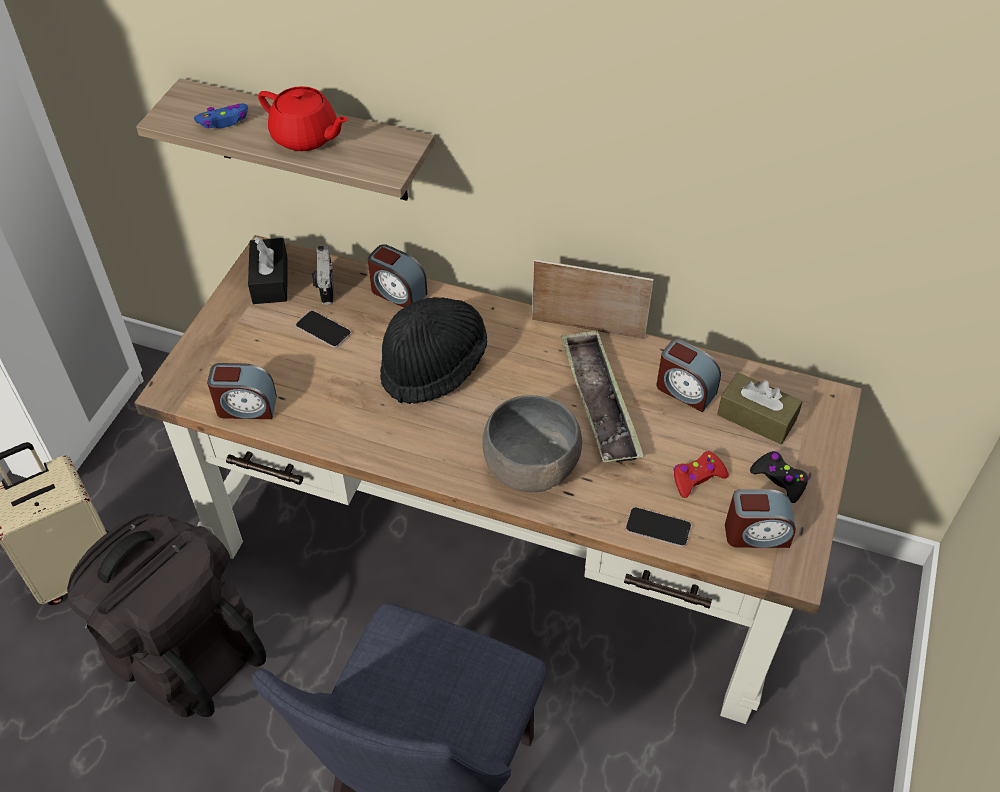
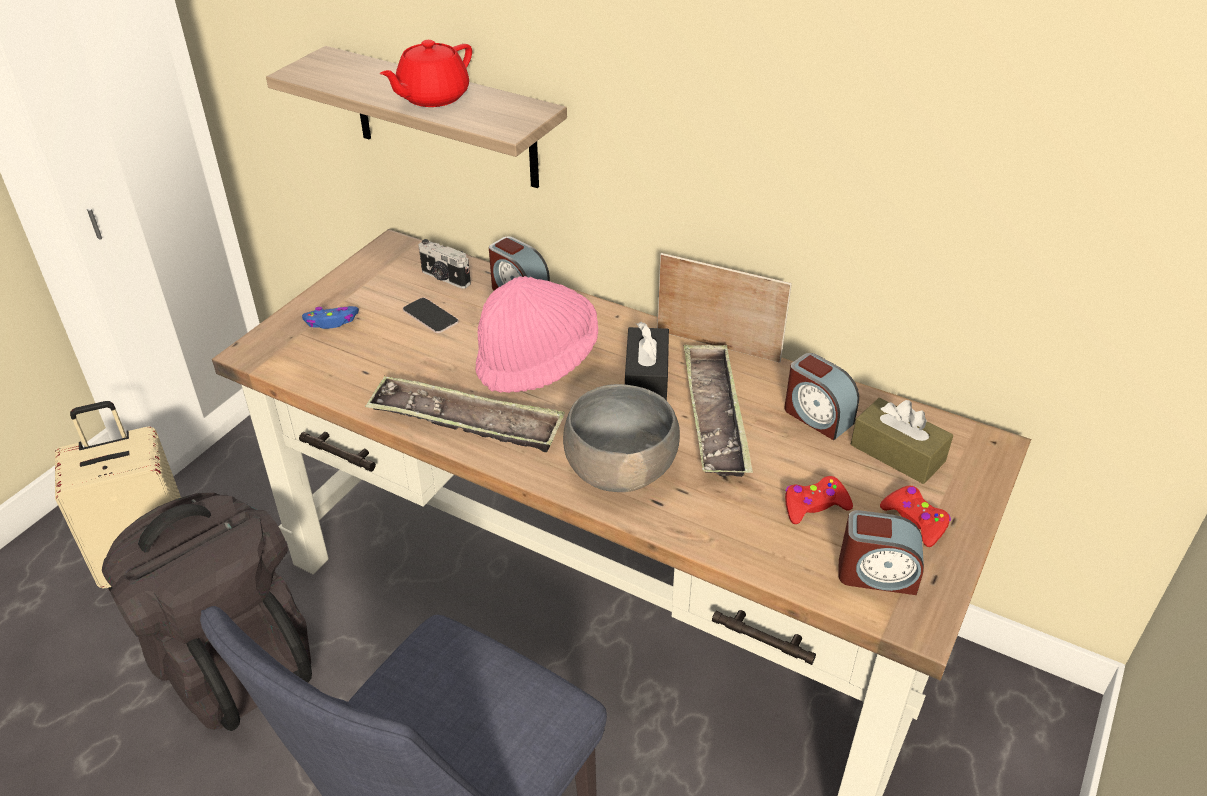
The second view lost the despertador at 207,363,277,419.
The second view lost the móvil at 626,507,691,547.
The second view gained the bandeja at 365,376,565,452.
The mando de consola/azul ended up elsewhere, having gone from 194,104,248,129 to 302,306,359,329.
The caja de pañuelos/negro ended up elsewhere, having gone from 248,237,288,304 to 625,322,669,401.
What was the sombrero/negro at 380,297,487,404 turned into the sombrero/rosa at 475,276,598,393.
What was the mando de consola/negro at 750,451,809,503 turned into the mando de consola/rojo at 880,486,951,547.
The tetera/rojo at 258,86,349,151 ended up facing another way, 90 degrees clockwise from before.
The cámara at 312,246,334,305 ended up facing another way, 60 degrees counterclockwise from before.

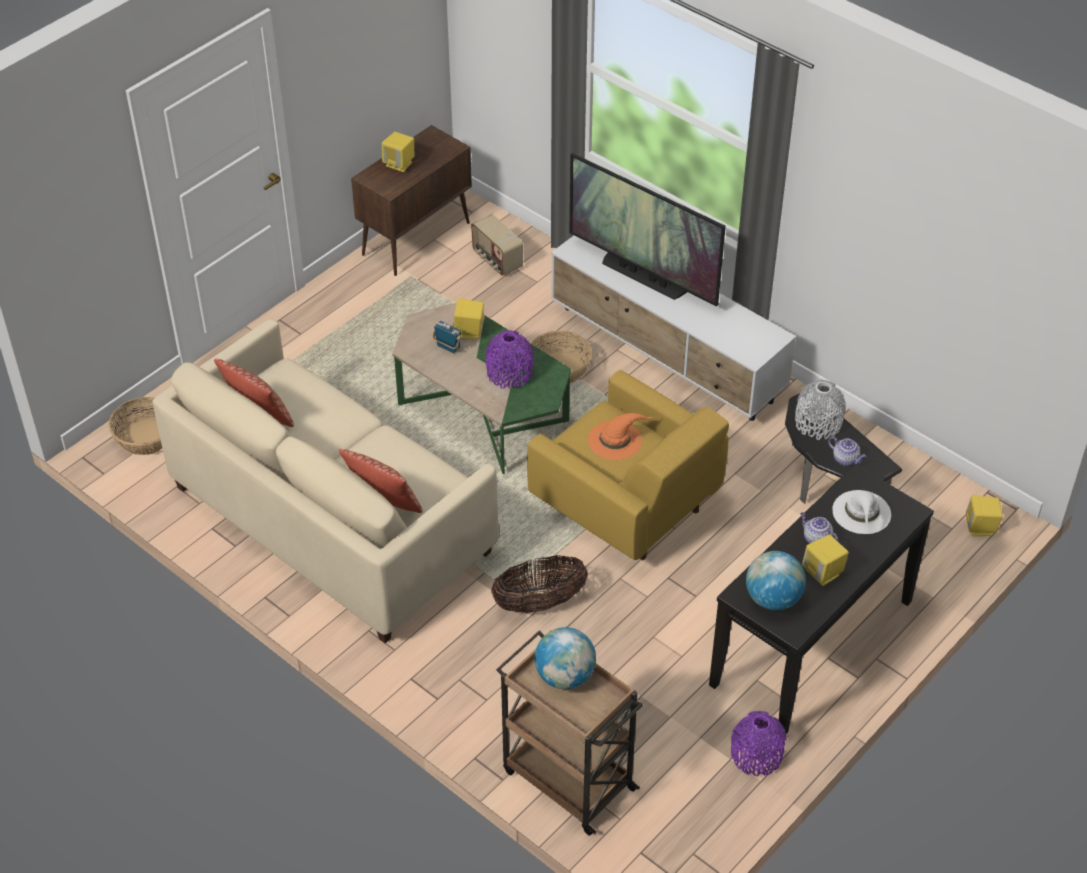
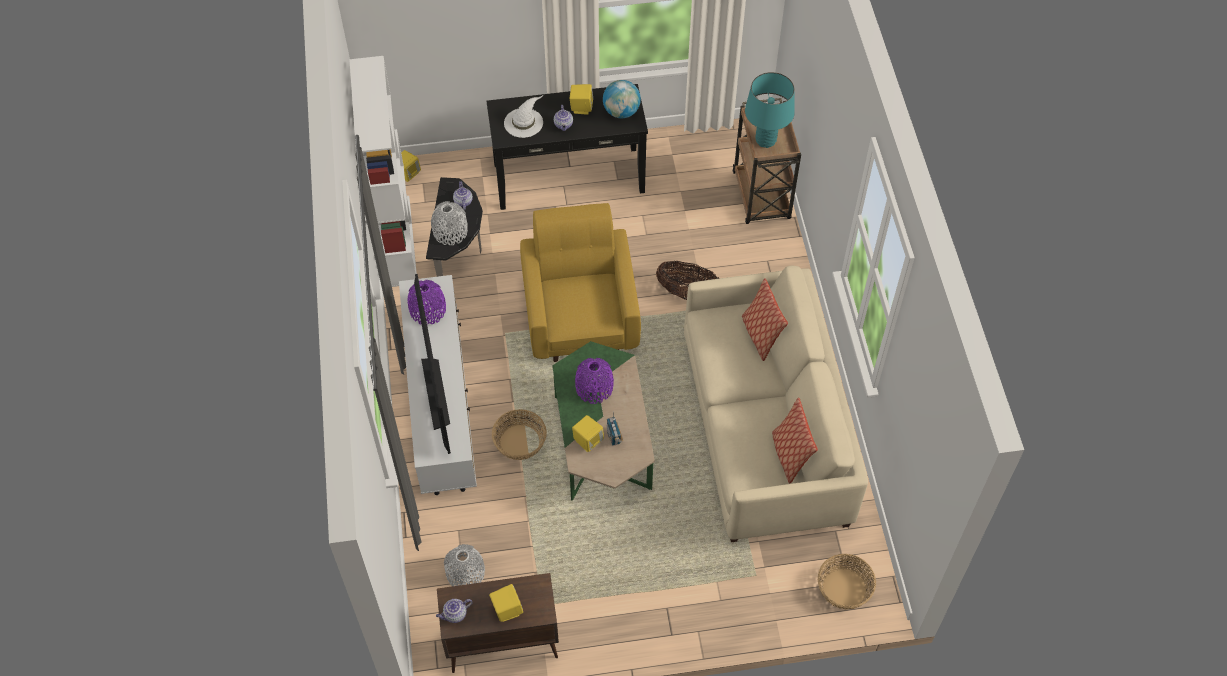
The second view lost the sombrero/naranja at 588,413,653,460.
The second view gained the estantería/blanco at 349,56,417,287.
The second view gained the tetera at 436,599,473,623.
The florero/morado ended up elsewhere, having gone from 731,711,787,776 to 407,280,446,325.
Where the radio stood at 471,214,523,276, the florero/gris came to stand at 444,544,485,586.
Where the globo terráqueo stood at 535,627,596,689, the lámpara de mesa/turquesa came to stand at 745,72,795,148.

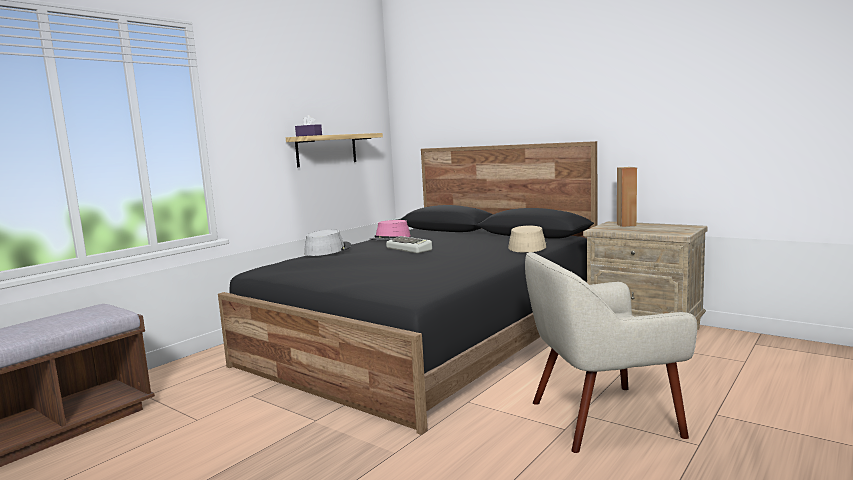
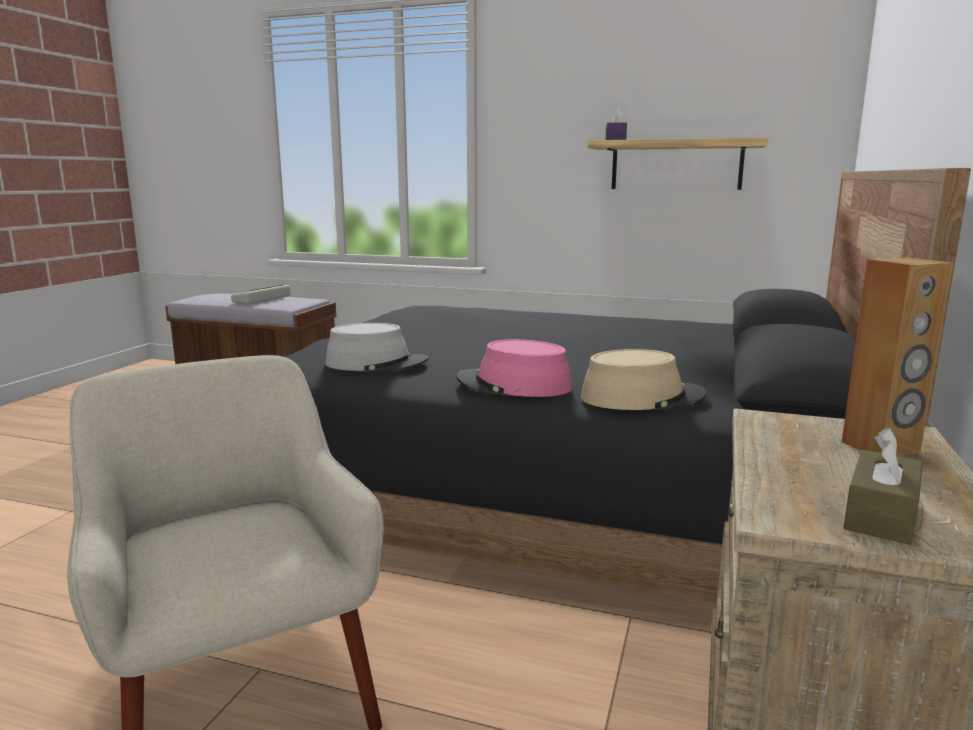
The second view gained the caja de pañuelos/marrón at 844,427,923,545.
The sombrero/gris ended up elsewhere, having gone from 304,230,351,256 to 325,323,429,373.
The sombrero/rosa ended up elsewhere, having gone from 370,220,410,241 to 456,339,573,397.
The teclado ended up elsewhere, having gone from 386,236,432,253 to 231,285,290,304.

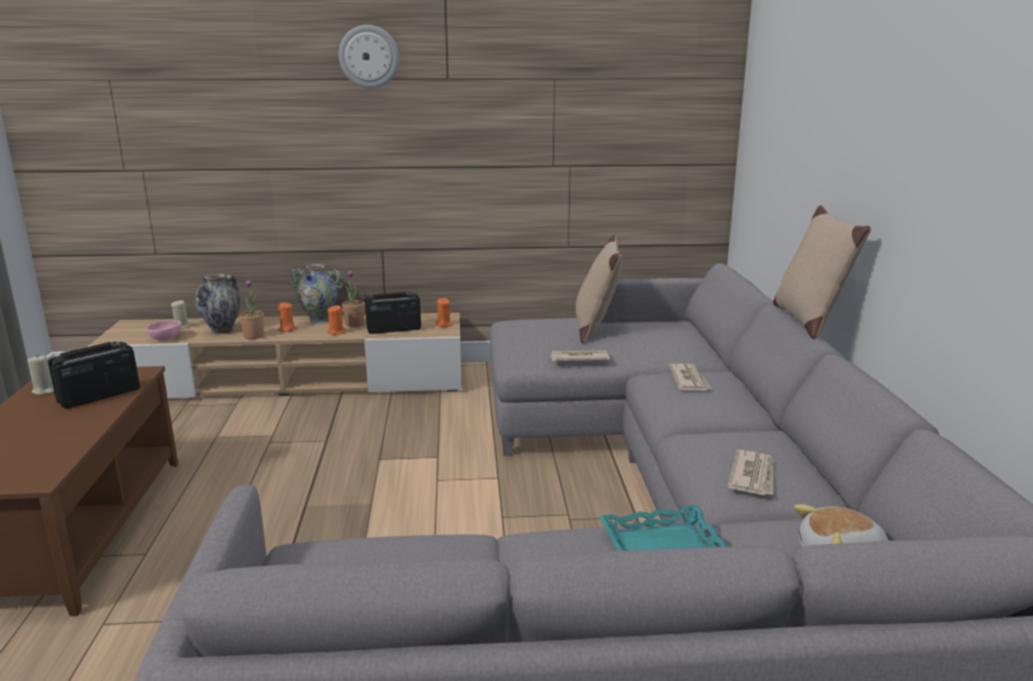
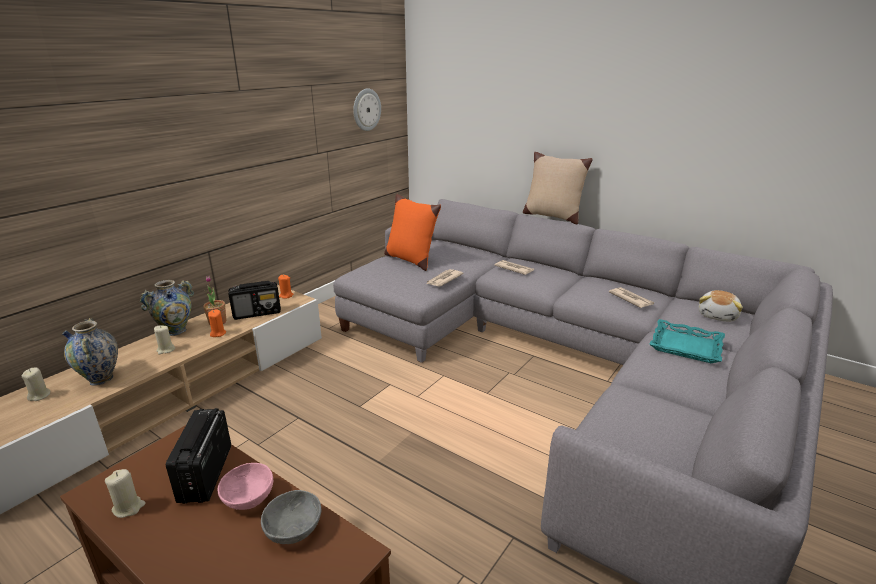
The second view lost the planta en maceta at 239,280,264,339.
The second view gained the cuenco/gris at 261,490,321,544.
The cuenco/rosa ended up elsewhere, having gone from 146,320,182,341 to 218,463,273,510.
The reloj de pared ended up elsewhere, having gone from 339,25,399,88 to 353,88,381,131.
What was the vela/naranja at 277,302,296,332 turned into the vela/beis at 154,325,175,354.
What was the cojín/beis at 576,234,622,343 turned into the cojín/naranja at 384,194,441,271.
The radio at 365,292,421,334 ended up facing another way, 135 degrees counterclockwise from before.

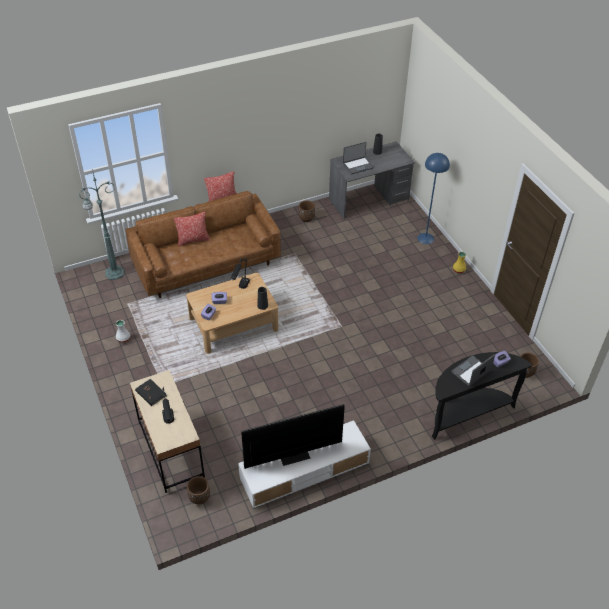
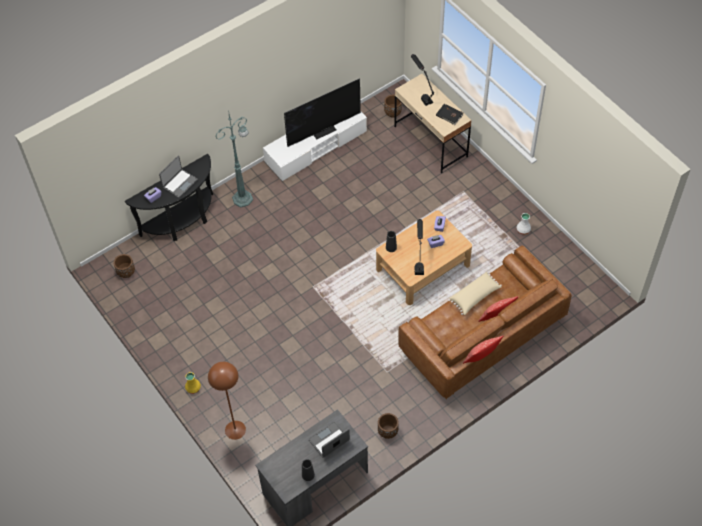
The second view gained the cojín/beis at 448,272,502,315.
The lámpara de pie/verde ended up elsewhere, having gone from 79,169,124,280 to 215,110,253,208.
What was the lámpara de pie/azul at 417,153,450,244 turned into the lámpara de pie/marrón at 208,362,246,440.

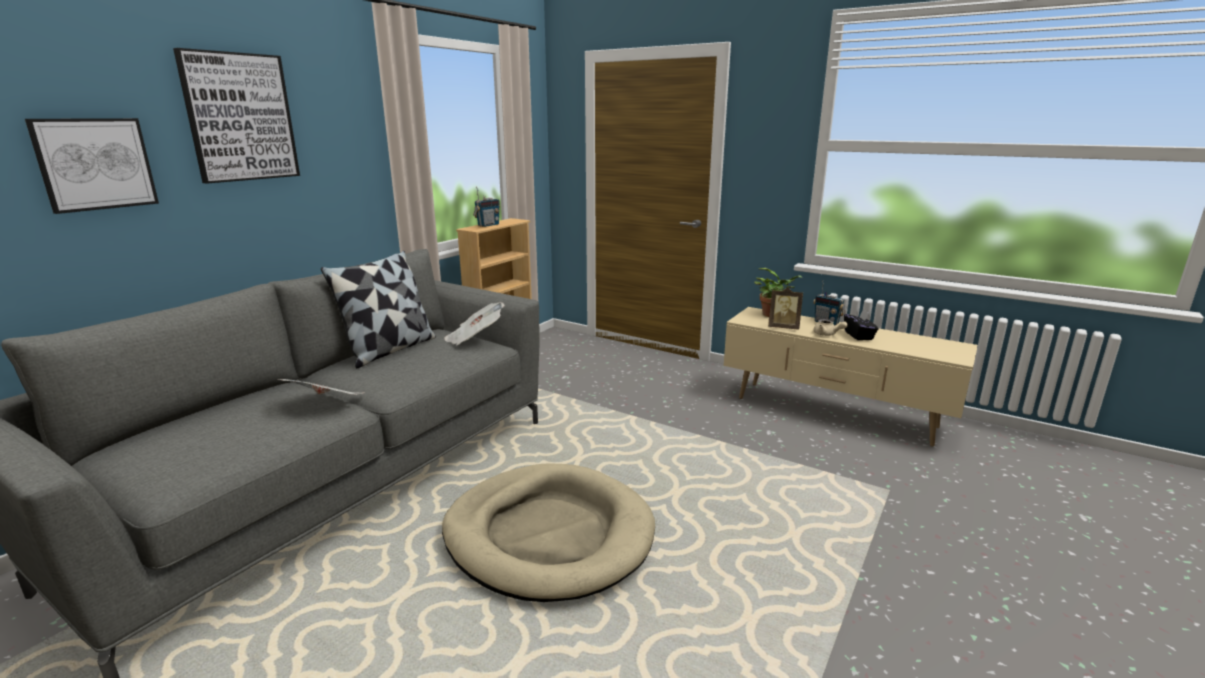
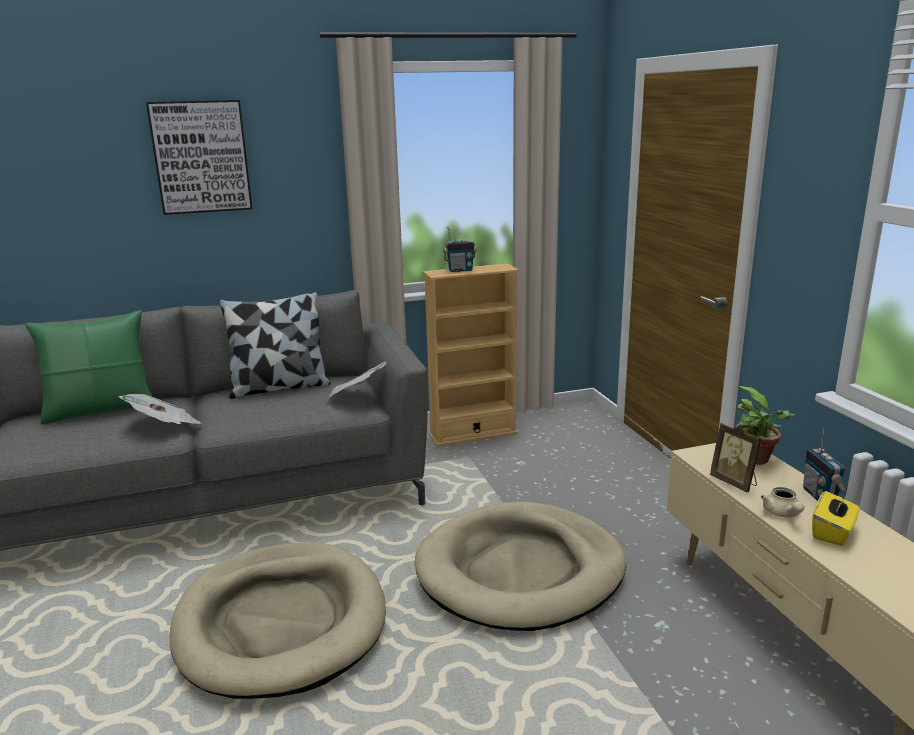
The second view lost the cuadro at 25,118,159,214.
The second view gained the cojín/verde at 25,310,152,424.
The second view gained the cama para perro/beis at 415,502,627,631.
What was the caja de pañuelos/negro at 844,309,878,340 turned into the caja de pañuelos/amarillo at 812,491,860,546.

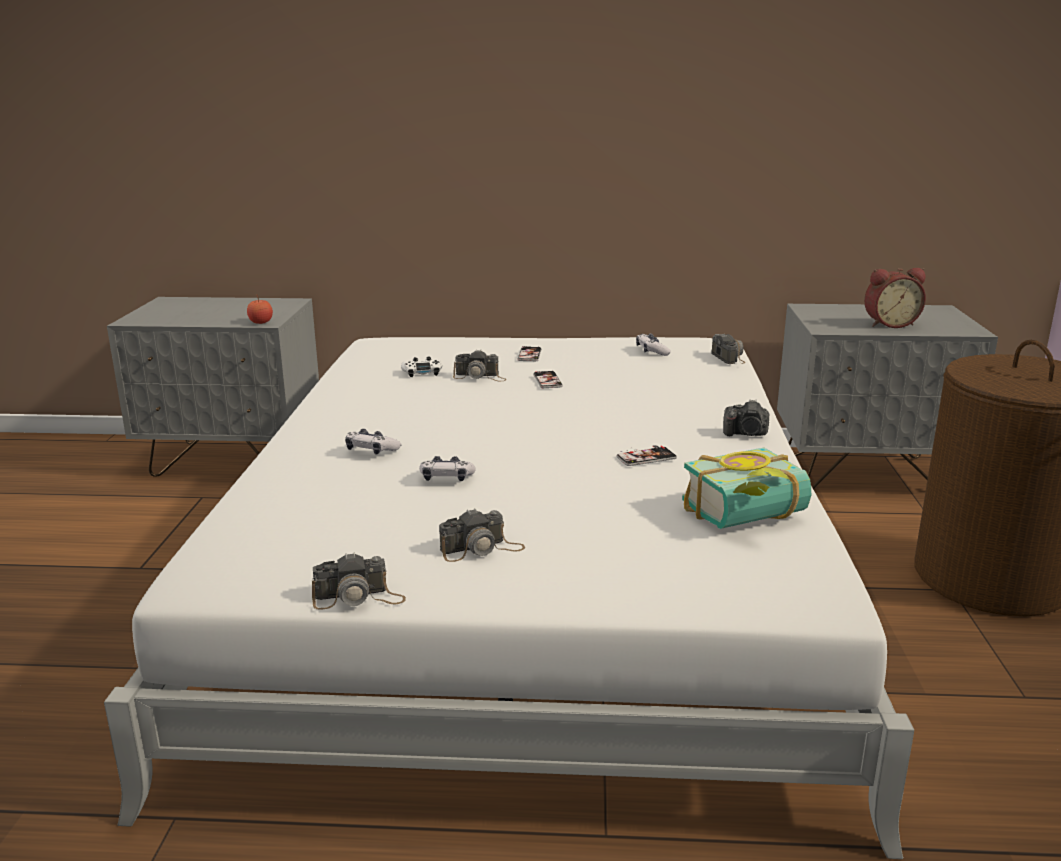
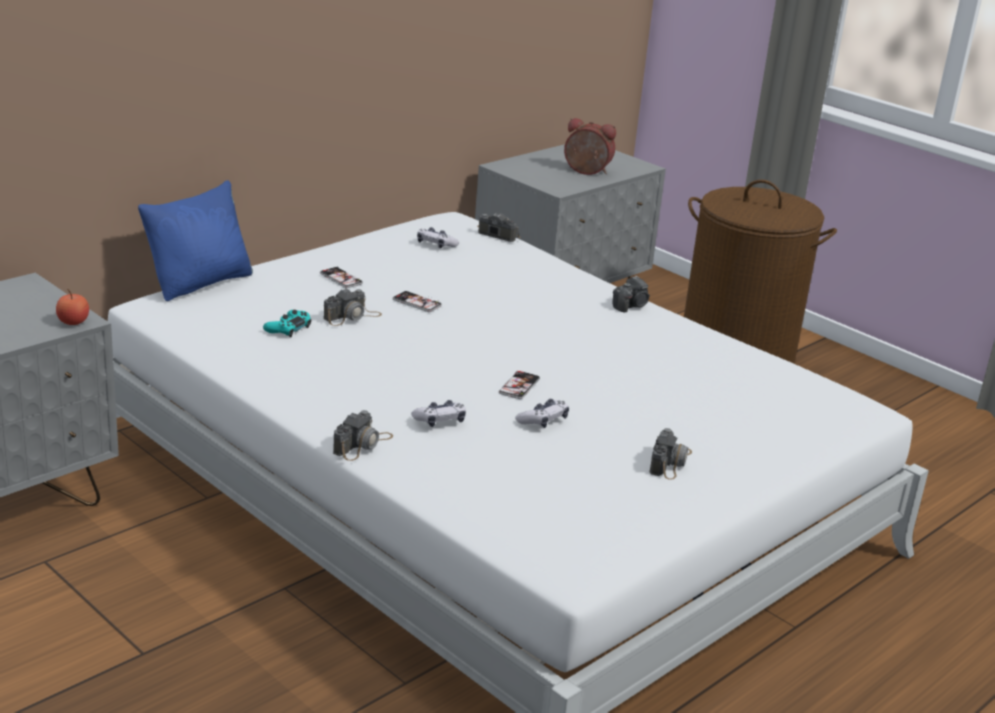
The second view lost the libro at 682,448,811,529.
The second view gained the cojín/azul at 138,180,253,301.
The cámara ended up elsewhere, having gone from 312,552,406,610 to 333,410,393,461.
The móvil ended up elsewhere, having gone from 616,445,677,466 to 499,371,540,399.
What was the mando de consola/blanco at 401,356,443,377 turned into the mando de consola/turquesa at 263,309,311,338.
The despertador at 864,268,926,328 ended up facing another way, 105 degrees counterclockwise from before.

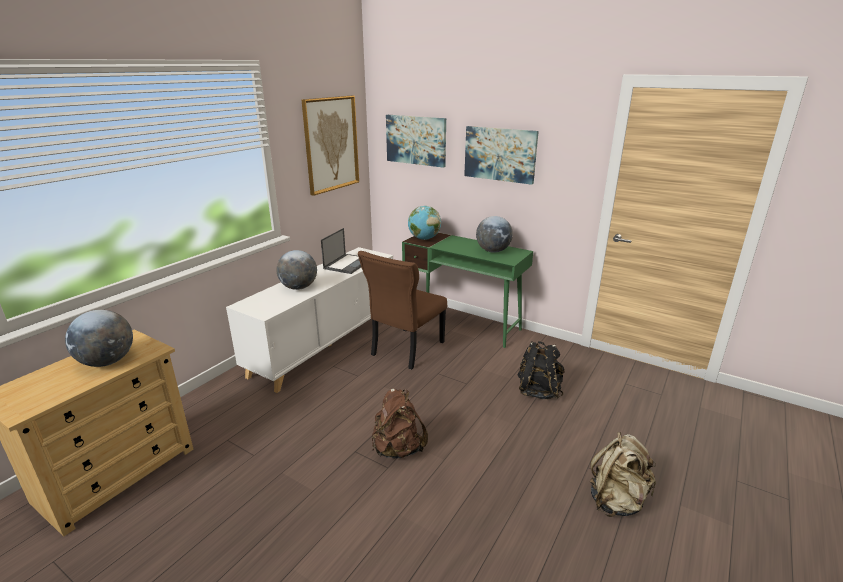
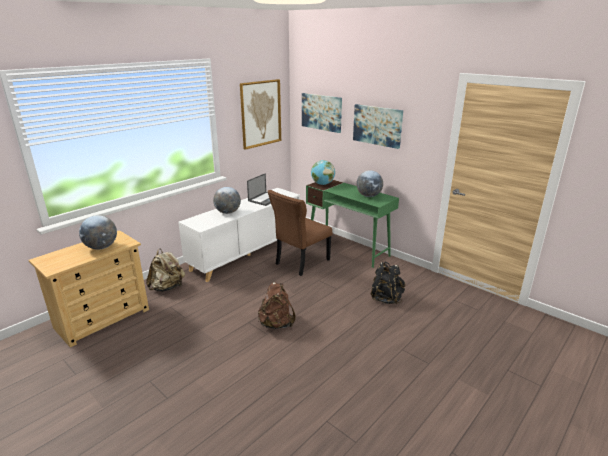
The mochila/beis ended up elsewhere, having gone from 590,432,656,517 to 146,248,185,292.

